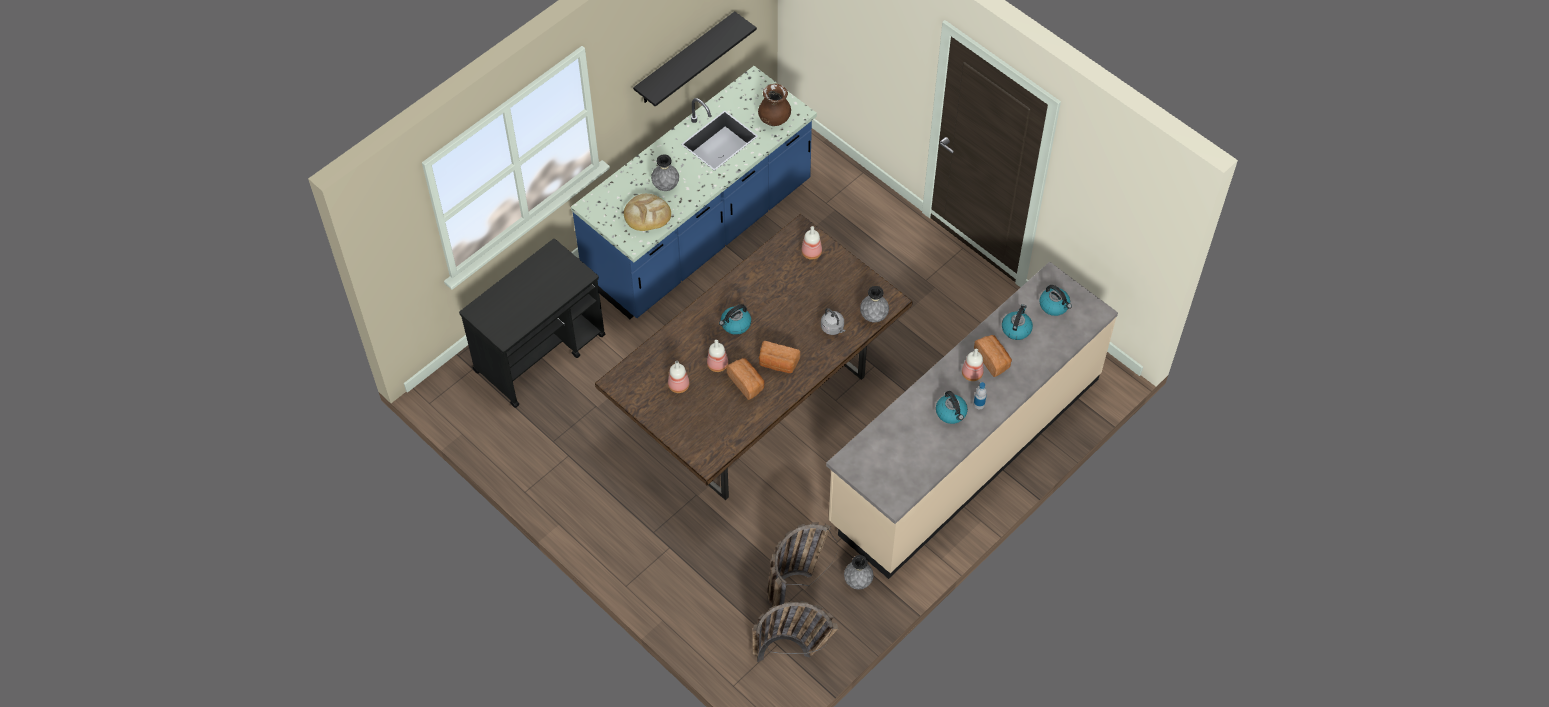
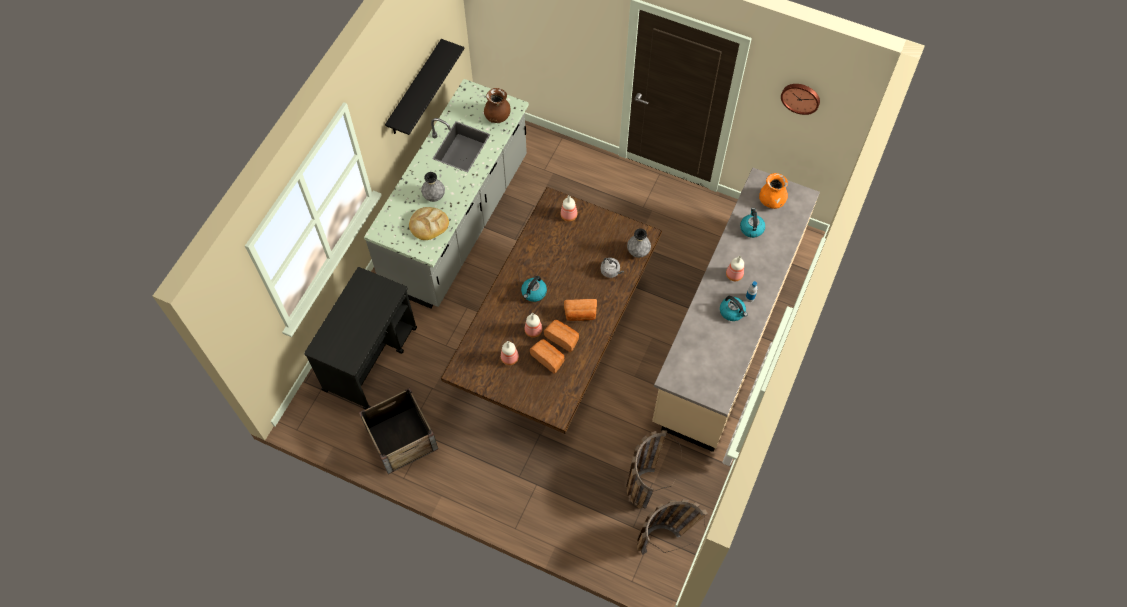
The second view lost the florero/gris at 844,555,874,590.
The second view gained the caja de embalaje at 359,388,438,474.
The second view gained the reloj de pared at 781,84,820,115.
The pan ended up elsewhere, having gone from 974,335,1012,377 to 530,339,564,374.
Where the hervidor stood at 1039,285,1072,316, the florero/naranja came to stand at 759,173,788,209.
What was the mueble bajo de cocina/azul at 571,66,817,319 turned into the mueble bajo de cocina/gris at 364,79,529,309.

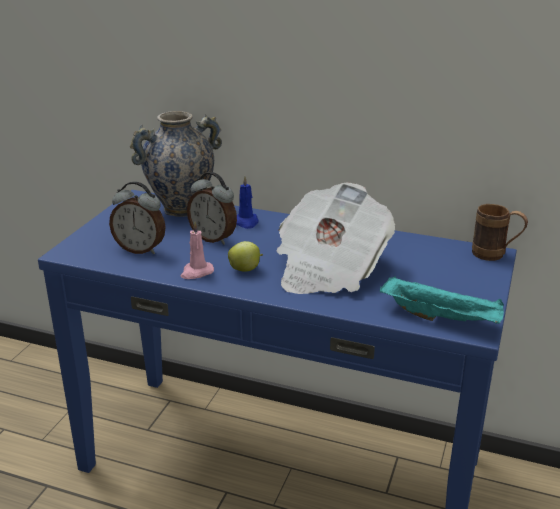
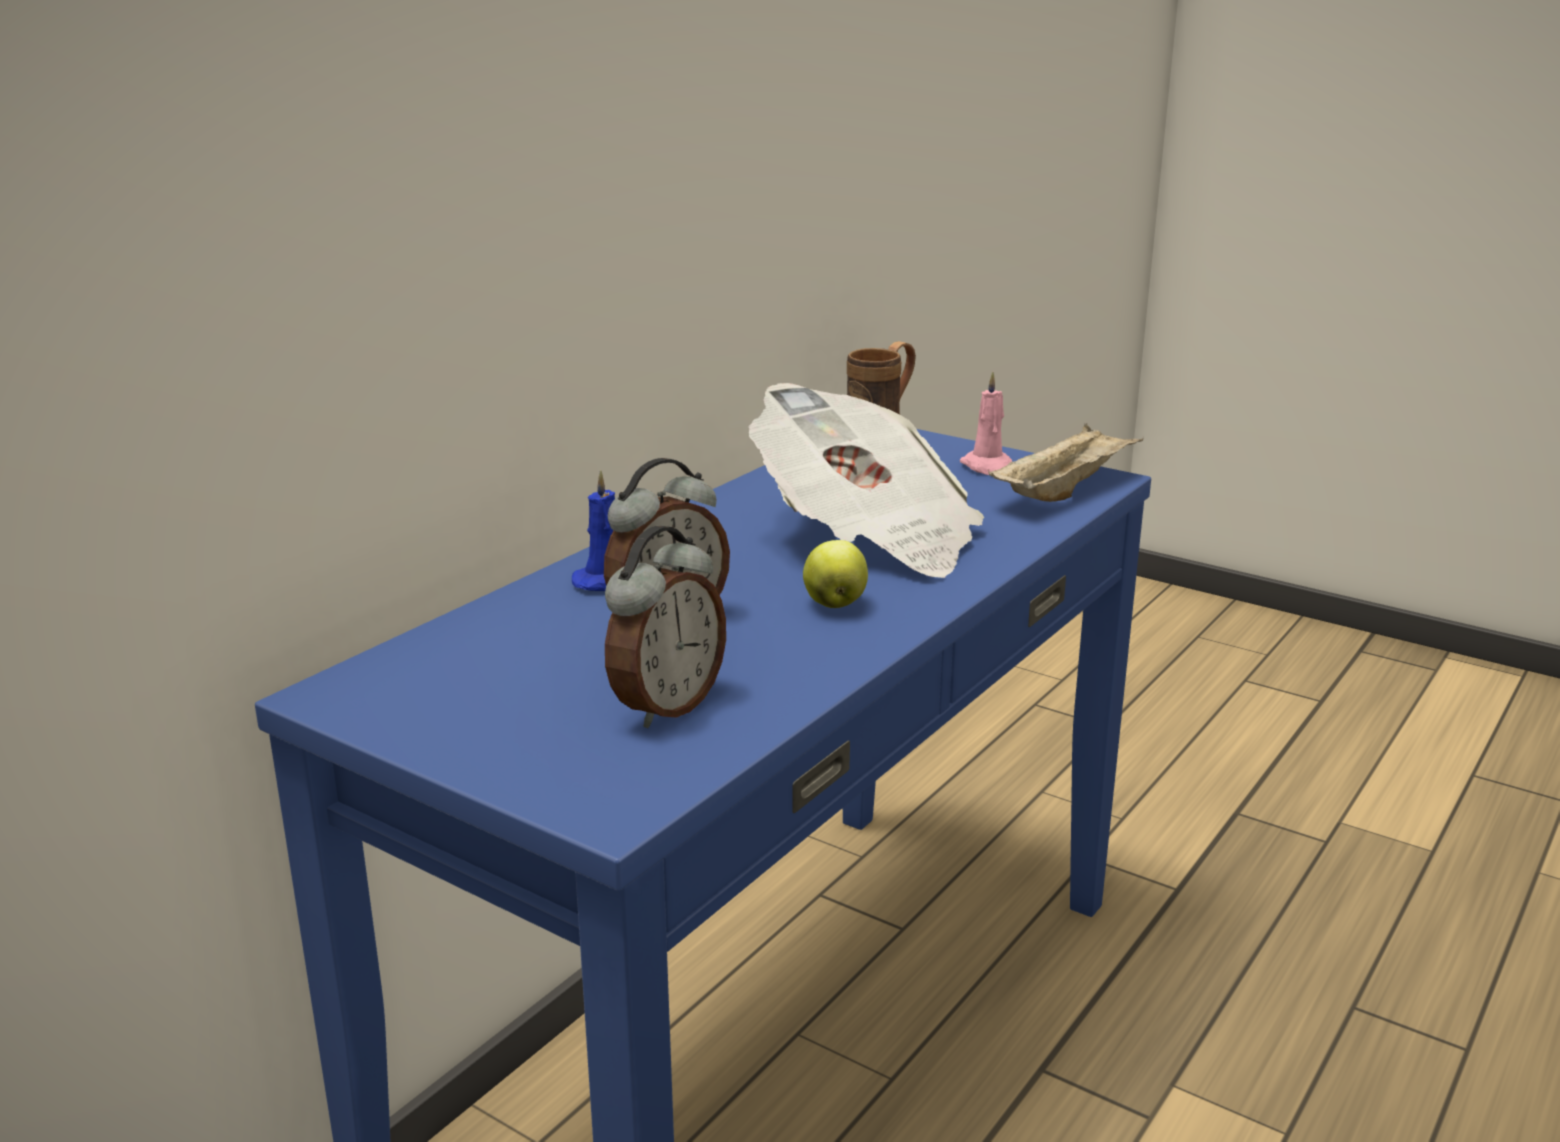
The second view lost the florero at 130,111,222,217.
The vela/rosa ended up elsewhere, having gone from 181,222,214,279 to 960,372,1012,475.
What was the bandeja/turquesa at 380,276,504,324 turned into the bandeja/beis at 988,423,1143,502.

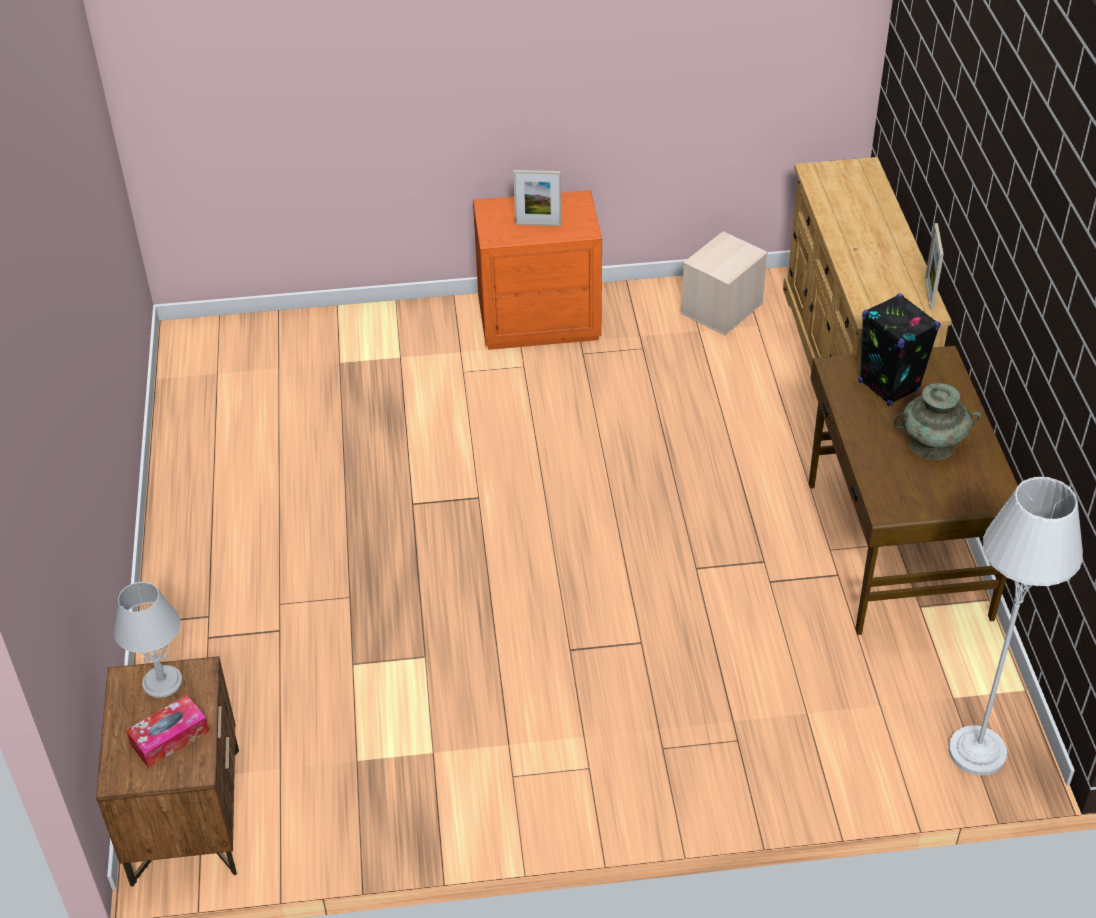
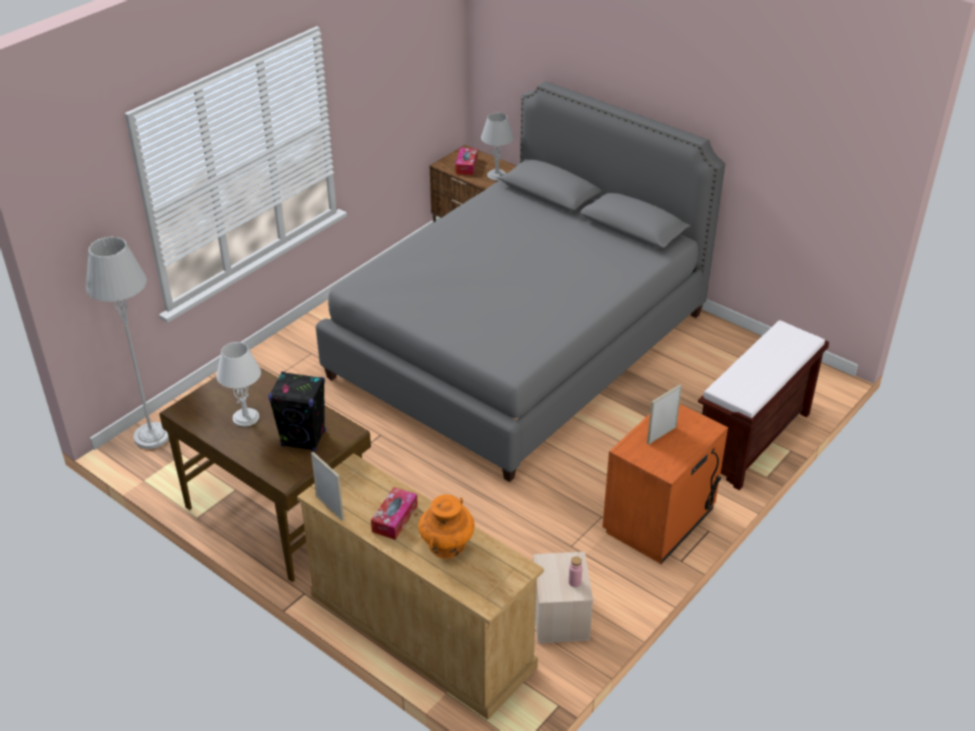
The second view gained the cama/gris at 316,81,725,482.
The second view gained the caja de pañuelos at 371,487,418,540.
The second view gained the florero/naranja at 419,495,475,559.
The second view gained the botella/rosa at 569,556,582,587.
The second view gained the banco/marrón at 698,320,829,490.
Where the florero/turquesa stood at 894,383,981,460, the lámpara de mesa/blanco came to stand at 216,342,261,427.

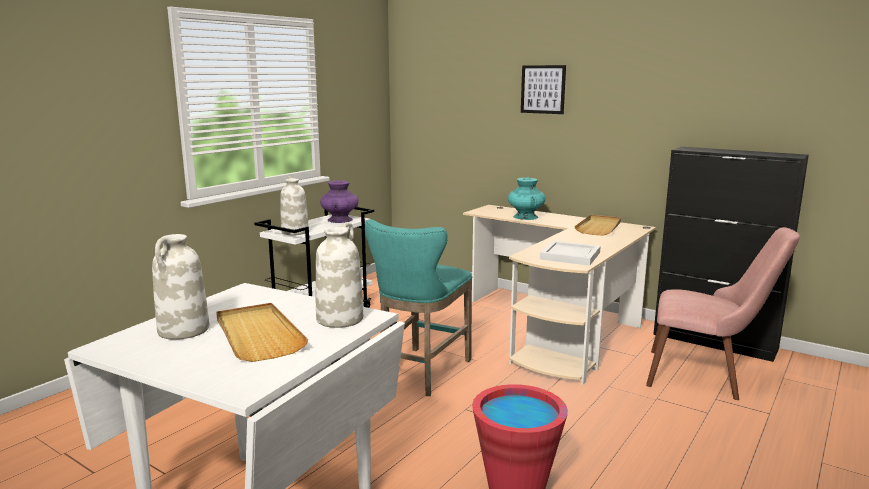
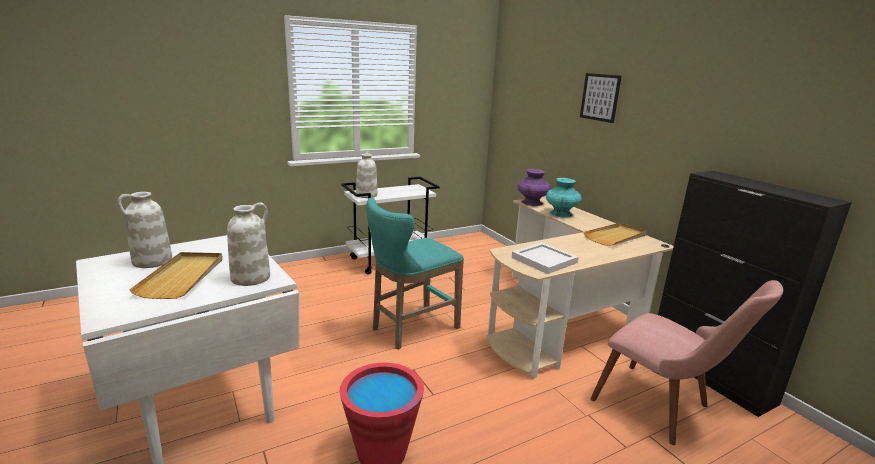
The florero/morado ended up elsewhere, having gone from 320,180,359,223 to 518,169,551,206.

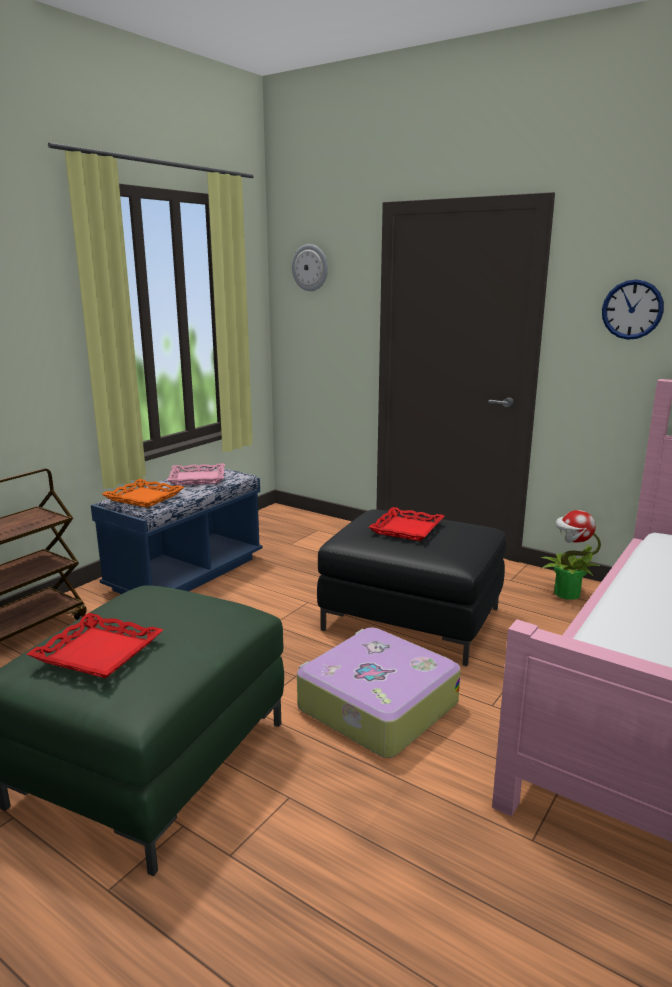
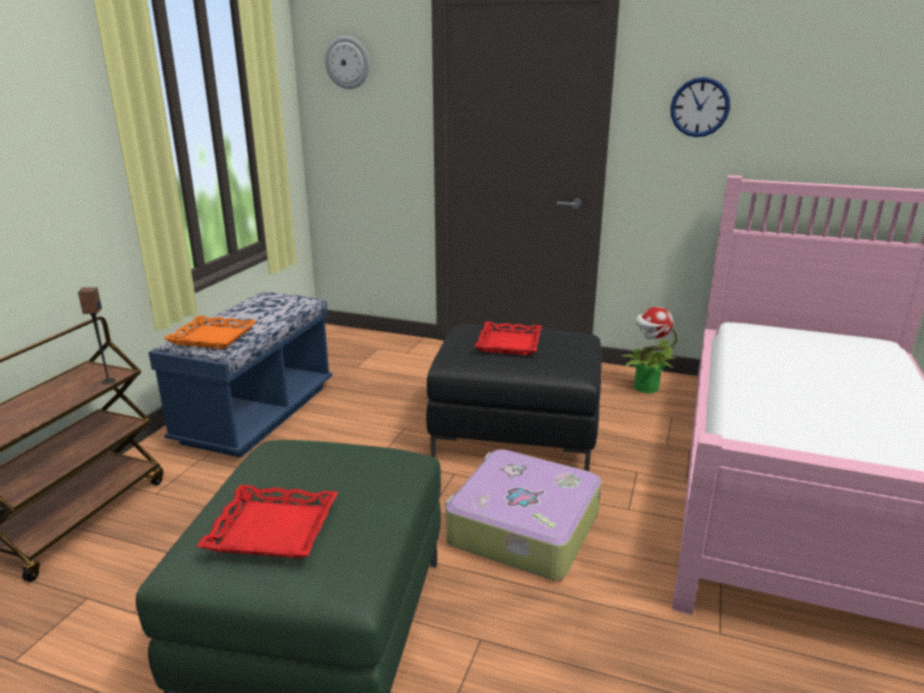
The second view lost the bandeja/rosa at 167,463,225,485.
The second view gained the altavoz at 78,287,115,384.

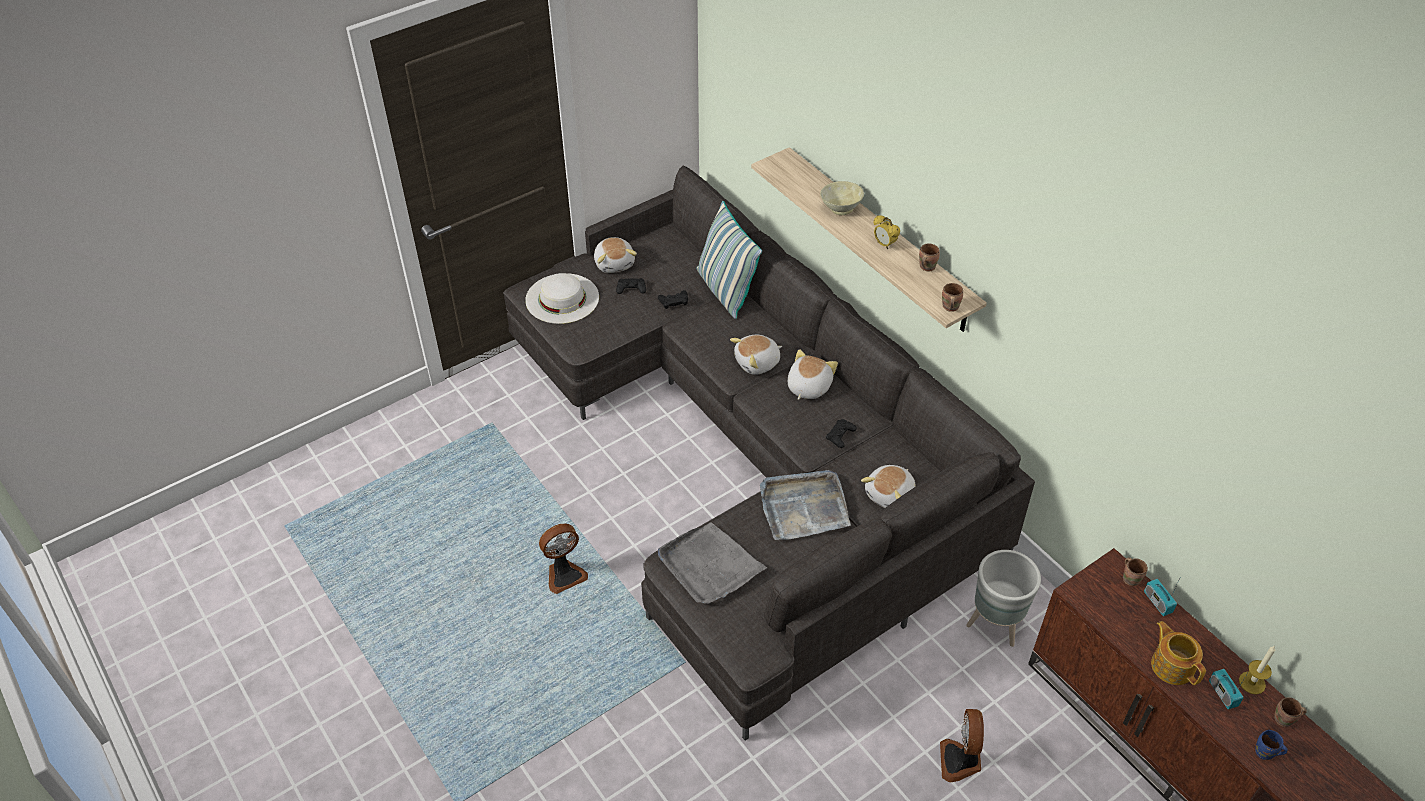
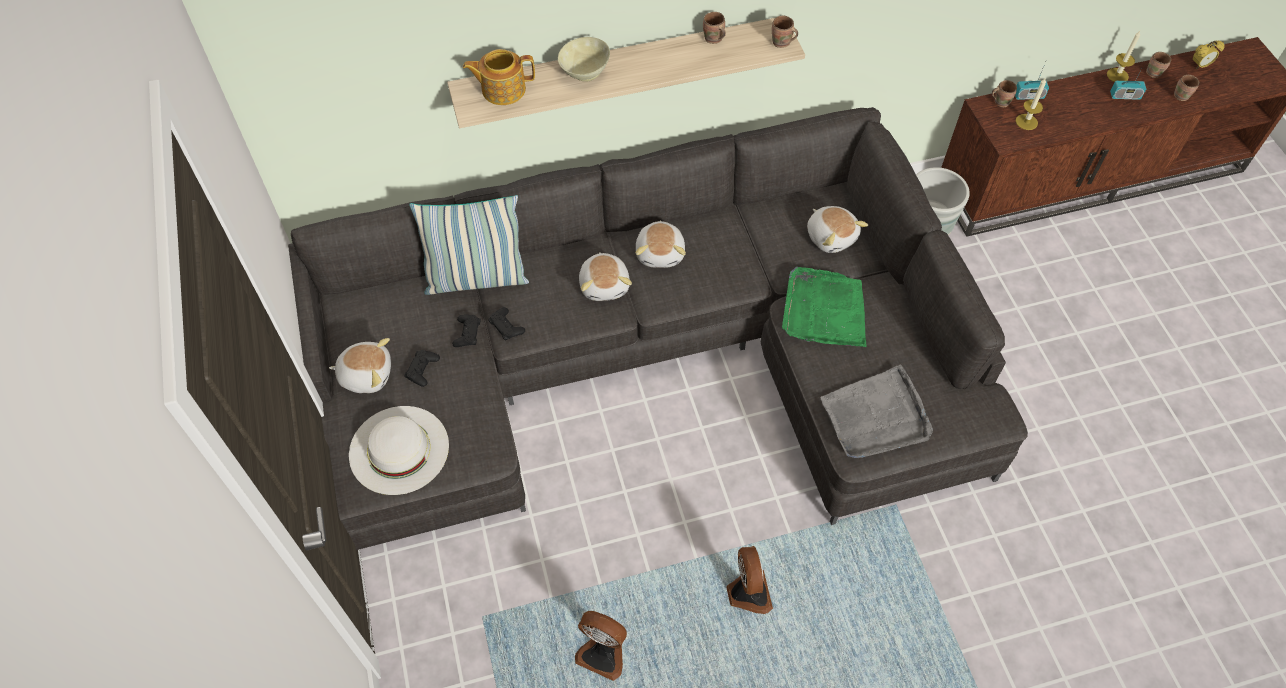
The second view gained the vela at 1016,78,1046,130.
The mando de consola/negro ended up elsewhere, having gone from 826,419,857,448 to 488,307,525,340.
The despertador ended up elsewhere, having gone from 874,215,900,249 to 1193,41,1224,69.
The ventilador ended up elsewhere, having gone from 940,709,984,782 to 575,611,627,681.
The tetera ended up elsewhere, having gone from 1151,621,1206,685 to 463,49,535,105.
What was the bandeja/gris at 760,470,851,540 turned into the bandeja/verde at 782,267,867,347.
What was the taza grande/azul at 1255,730,1288,760 turned into the taza grande/marrón at 1174,75,1199,101.
The peluche at 788,349,838,400 ended up facing another way, 135 degrees counterclockwise from before.

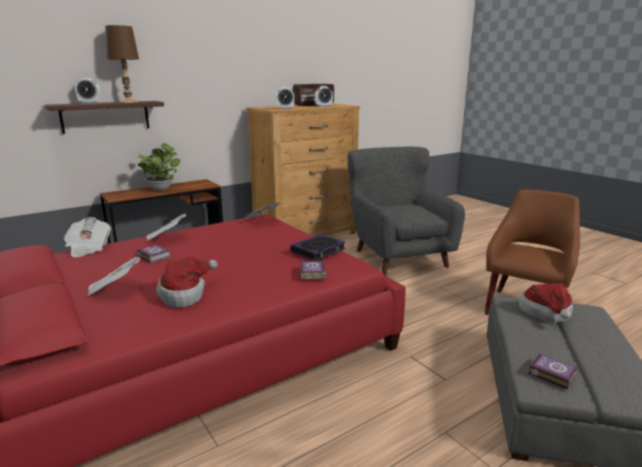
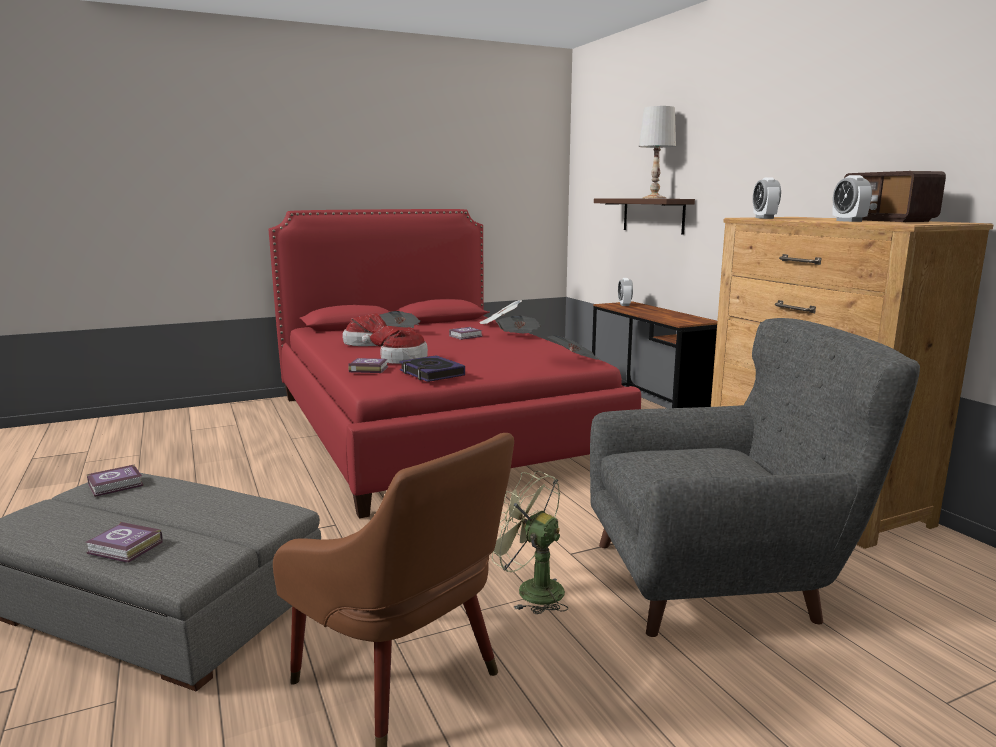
The second view lost the planta en maceta at 138,143,180,190.
The second view gained the libro at 86,522,163,563.
The second view gained the ventilador/verde at 492,471,568,614.
The despertador ended up elsewhere, having gone from 75,78,101,104 to 618,278,633,306.
The sombrero ended up elsewhere, having gone from 519,283,573,323 to 362,326,428,364.
What was the lámpara de mesa/marrón at 105,25,139,103 turned into the lámpara de mesa/blanco at 639,106,676,199.

